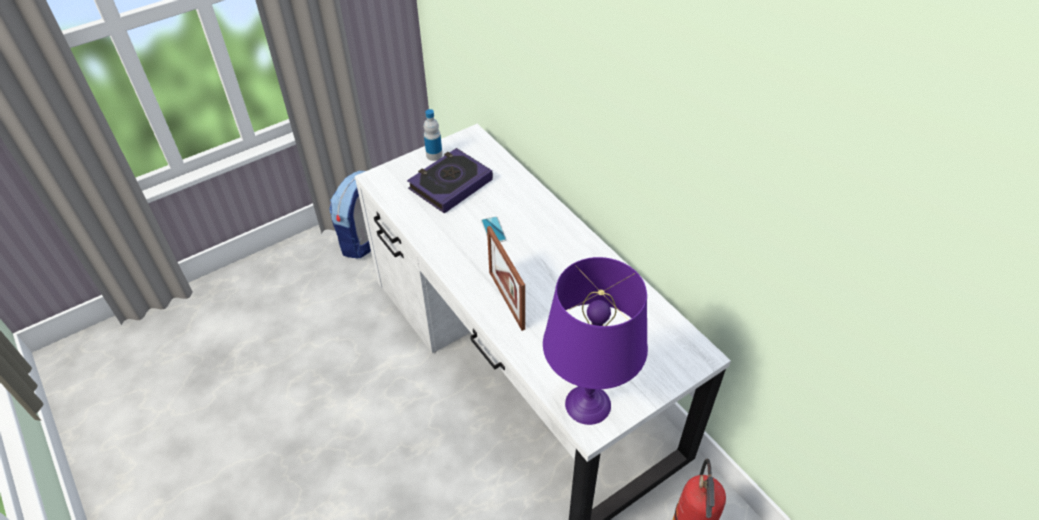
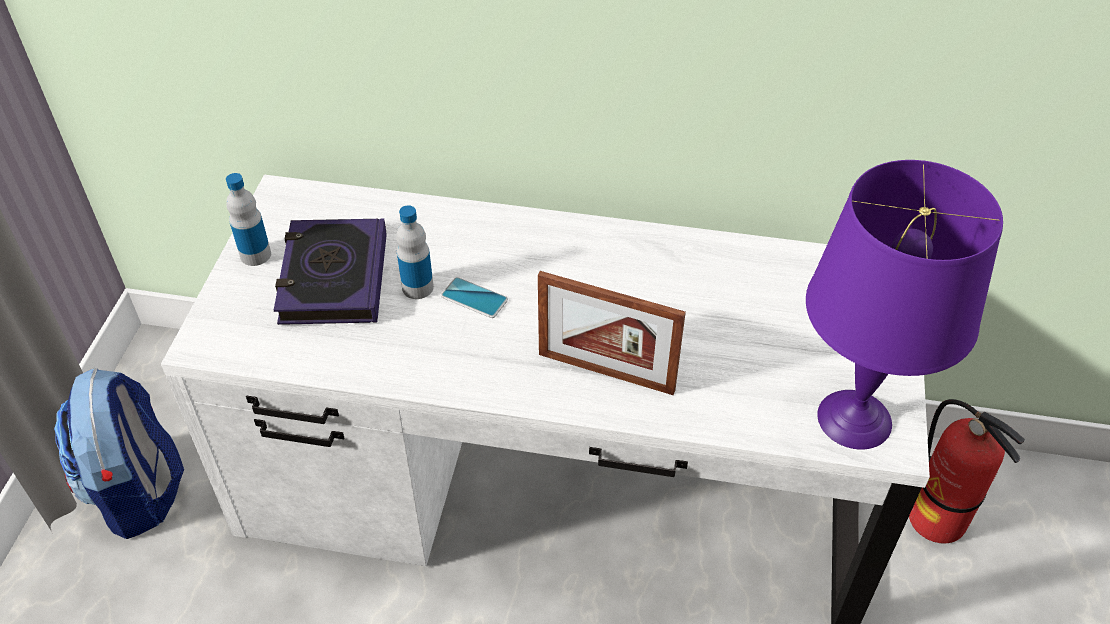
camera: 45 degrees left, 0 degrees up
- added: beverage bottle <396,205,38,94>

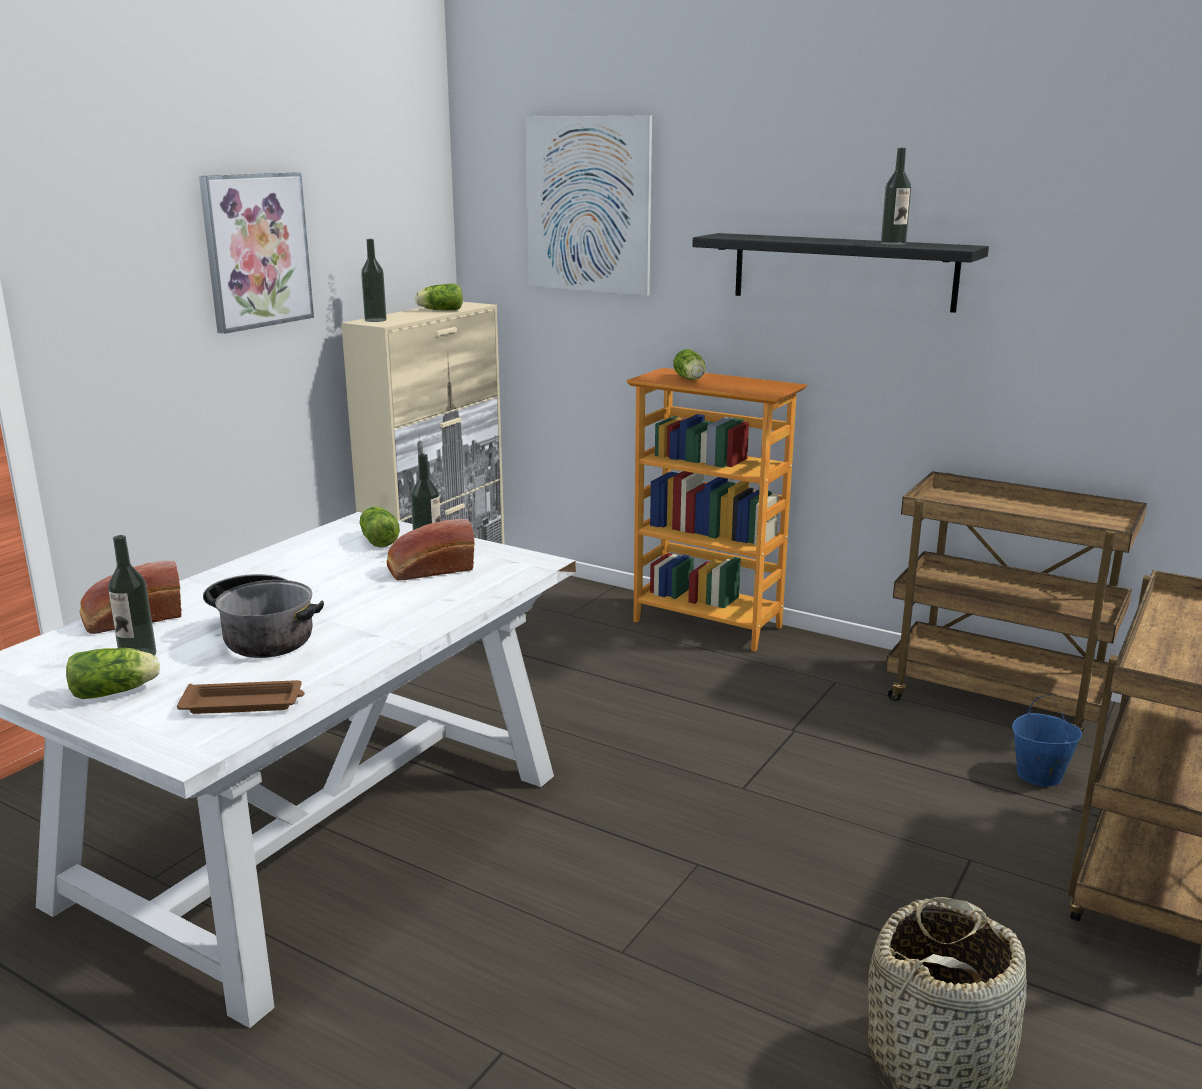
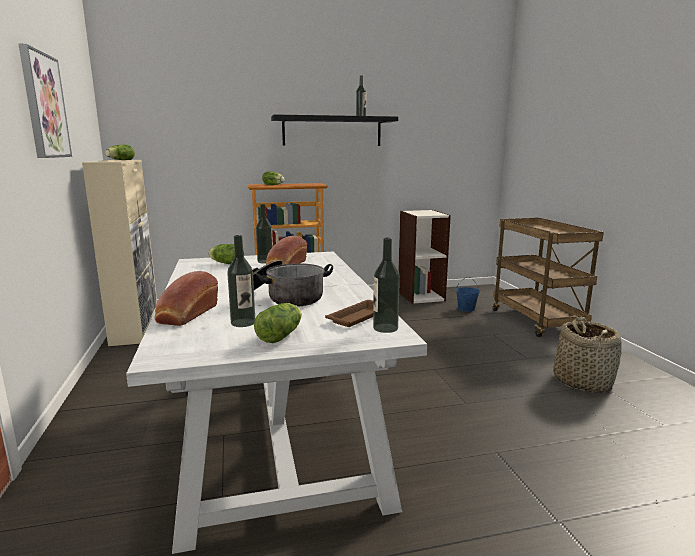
camera: 45 degrees left, 5 degrees down
- moved: beverage bottle <361,239,26,83> to <373,238,27,95>
- replaced: wheeled cart in brownish <886,471,261,262> to bookcase <398,210,53,94>
- removed: wall art <525,115,127,181>

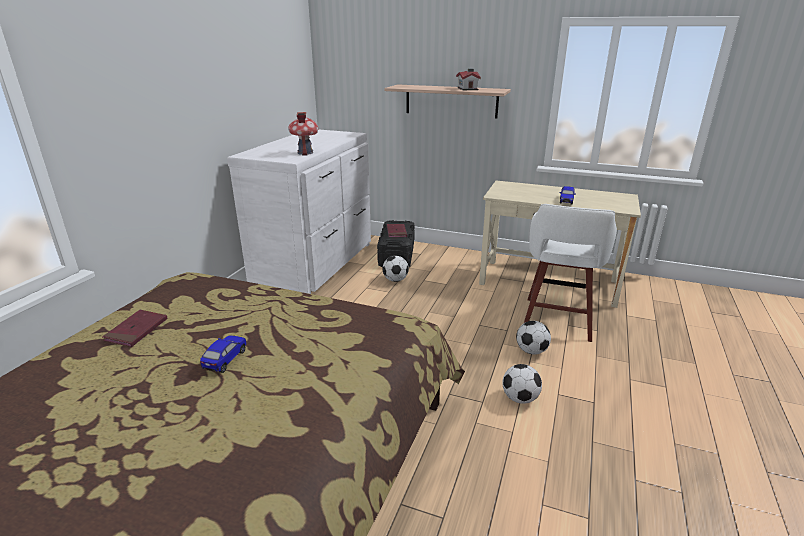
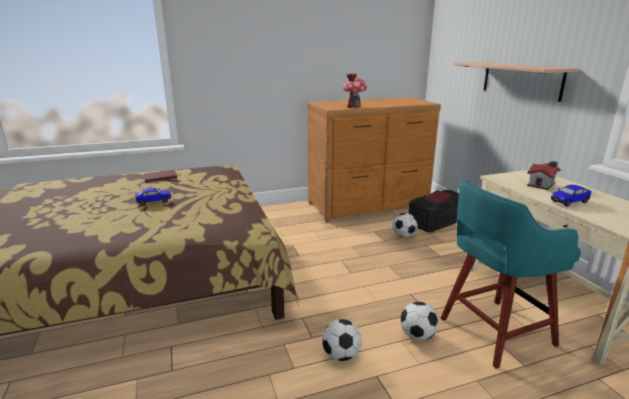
camera: 50 degrees right, 5 degrees down
- recoloured: chest of drawers in whitish <227,129,144,165> to chest of drawers in brownish <307,97,134,125>
- recoloured: stool seat in whitish <524,204,93,138> to stool seat in blue-green <441,180,140,189>
- moved: miniature house <456,69,25,21> to <527,161,34,29>

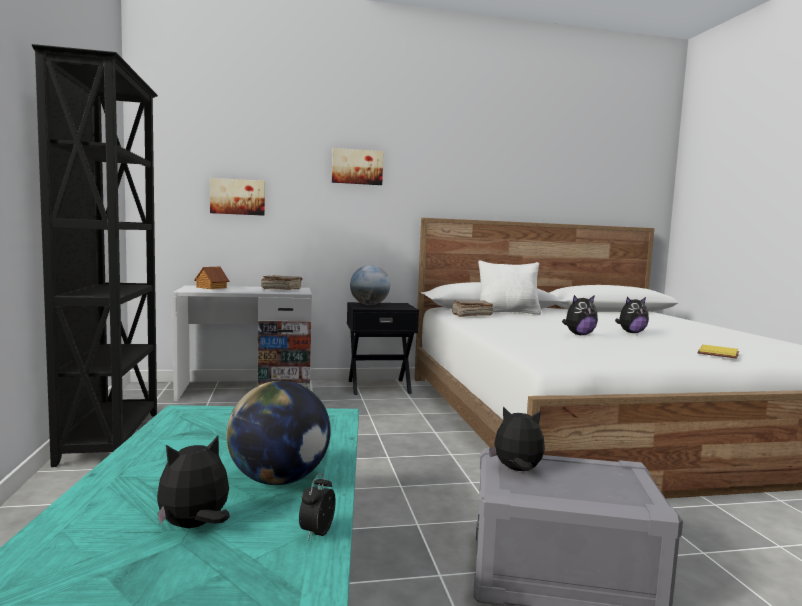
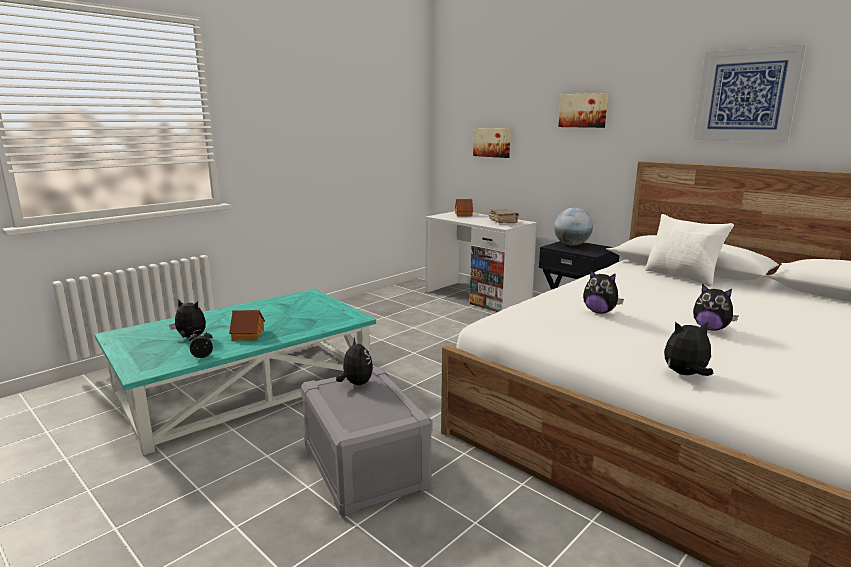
camera: 55 degrees right, 10 degrees up
- replaced: world globe <226,381,105,104> to miniature house <229,310,36,31>
- replaced: book in yellow-coloured <698,345,41,14> to plush toy <664,321,49,55>
- added: wall art <693,45,114,97>
- removed: bookcase in black <32,44,126,423>
- removed: book in brownish <452,300,42,17>

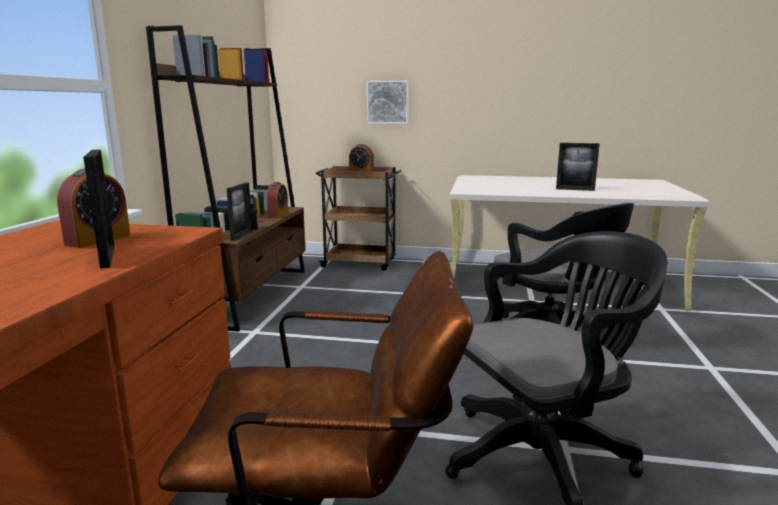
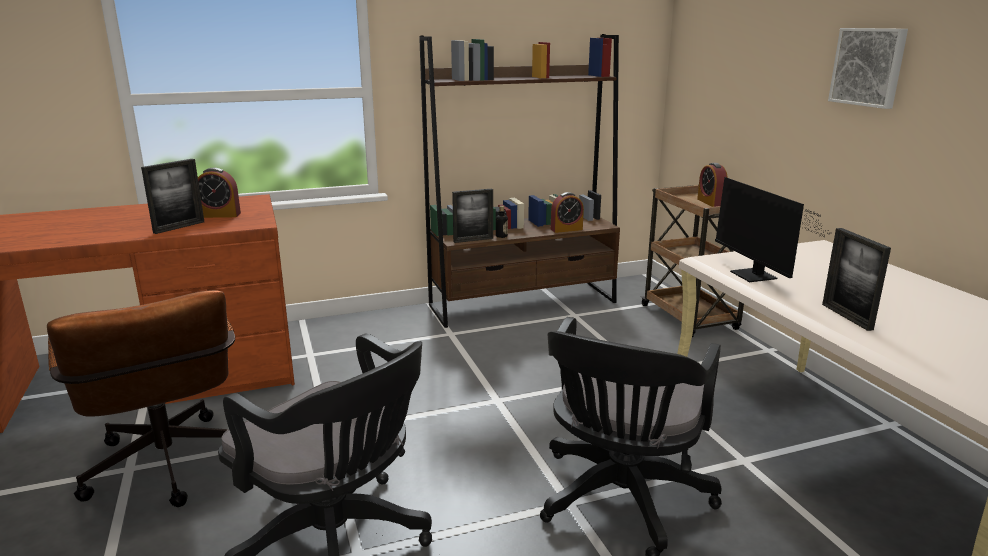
camera: 60 degrees right, 5 degrees up
- added: monitor <715,177,117,105>
- moved: wall art <367,81,42,43> to <828,28,80,81>

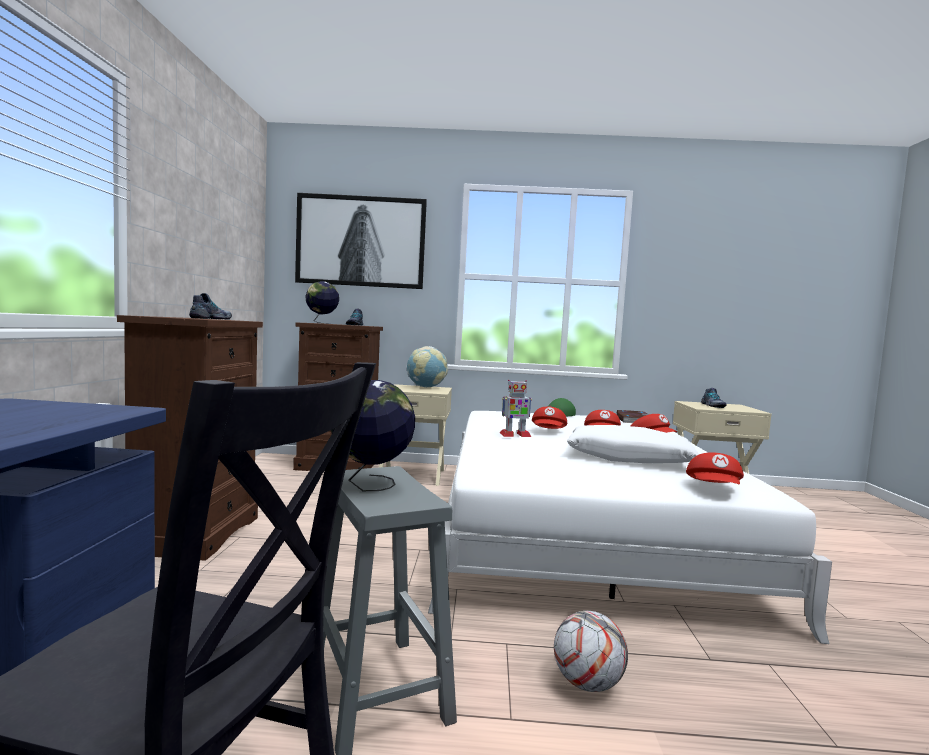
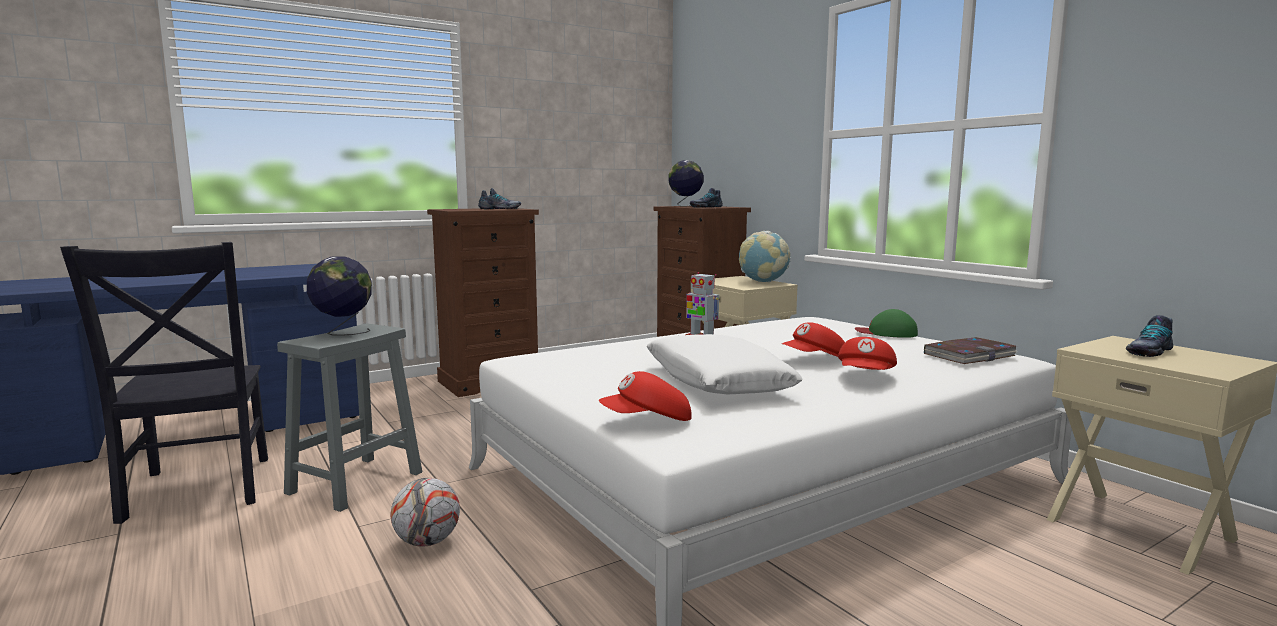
camera: 55 degrees right, 5 degrees up
- removed: wall art <295,193,132,96>
- removed: peaked cap in red-coloured <532,407,35,22>

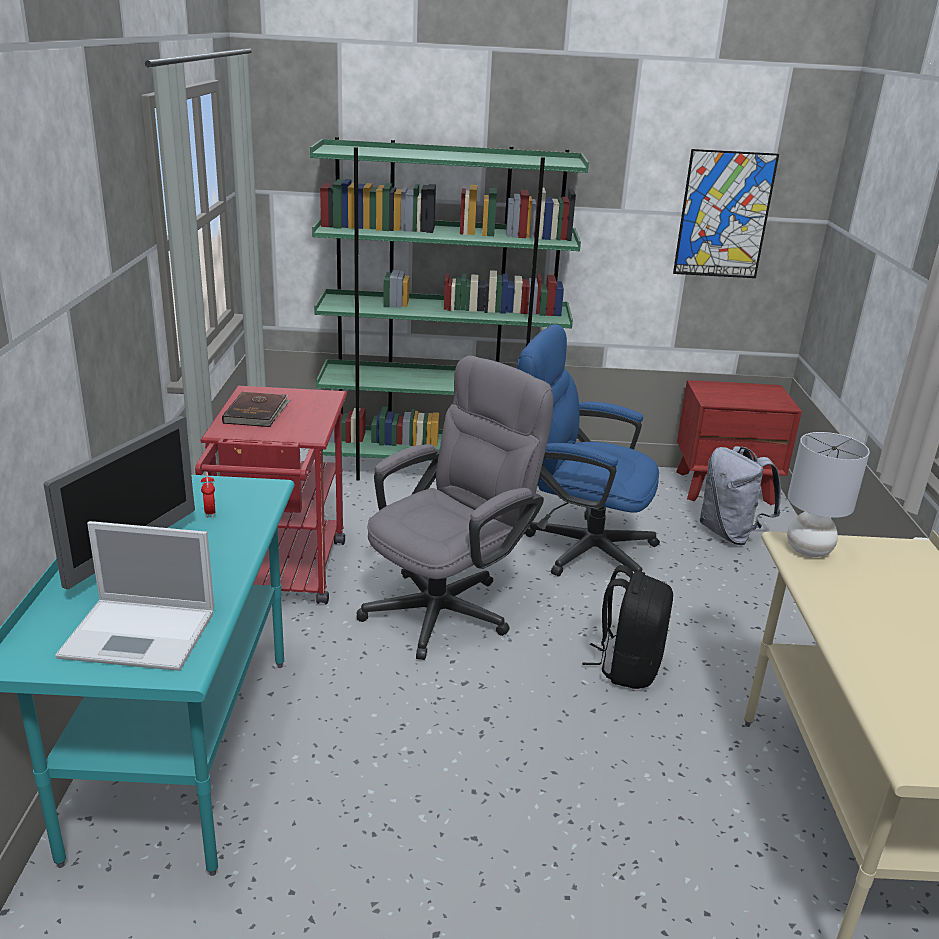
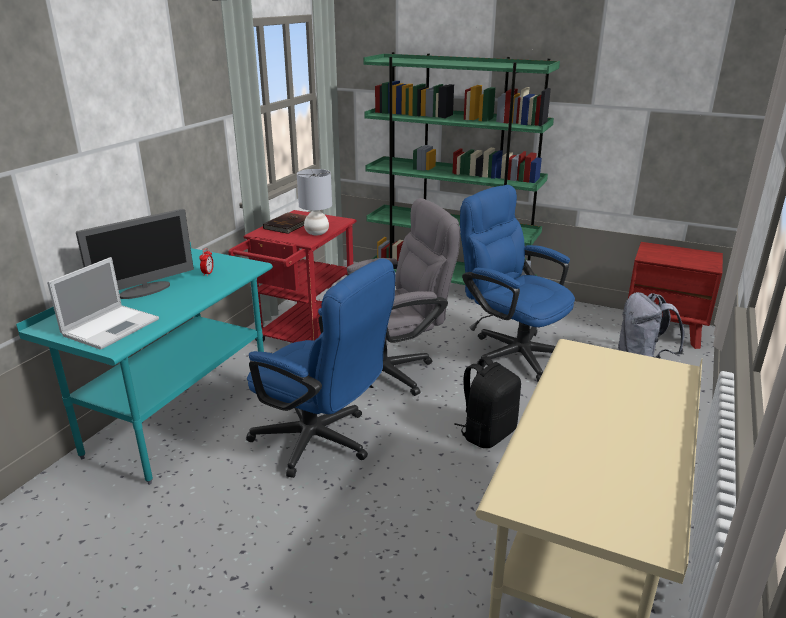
camera: 25 degrees right, 0 degrees up
- turned: notebook computer <55,521,159,150> = <47,257,112,93> 90 degrees counterclockwise
- added: office chair in blue <246,258,149,220>
- moved: table lamp in greyish <787,432,83,125> to <297,169,35,66>
- removed: wall art <673,149,106,129>

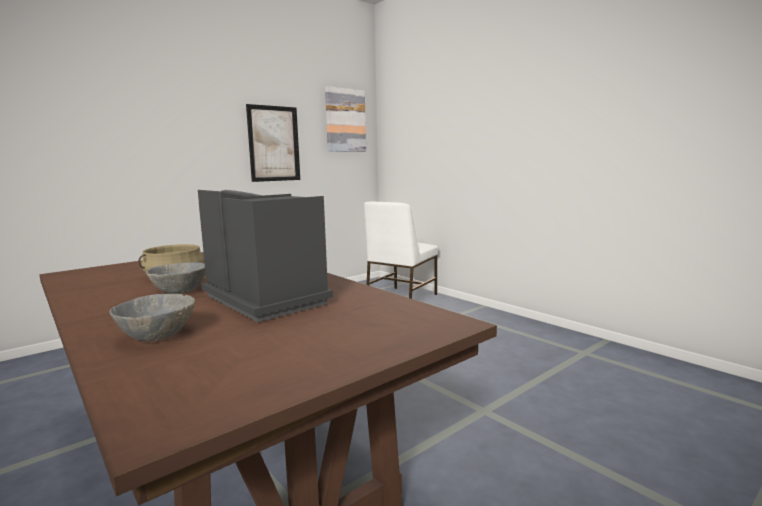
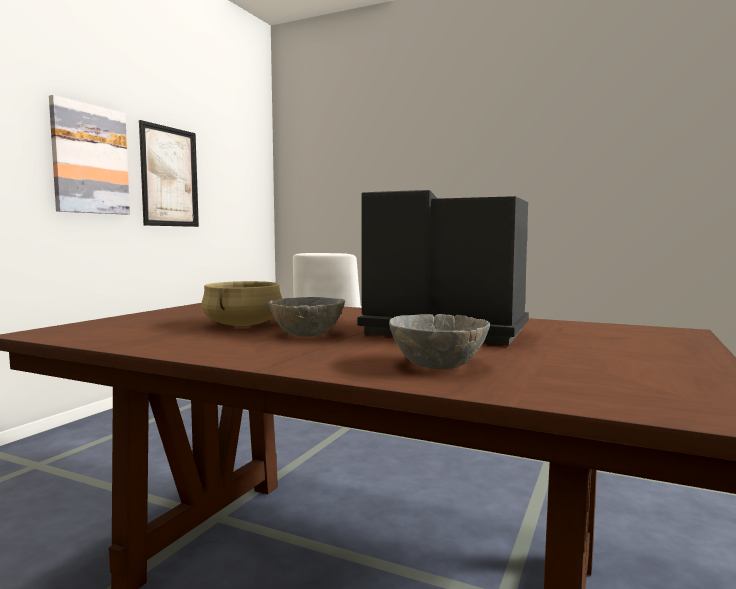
camera: 25 degrees left, 5 degrees down
- moved: wall art <325,86,41,66> to <49,95,81,120>

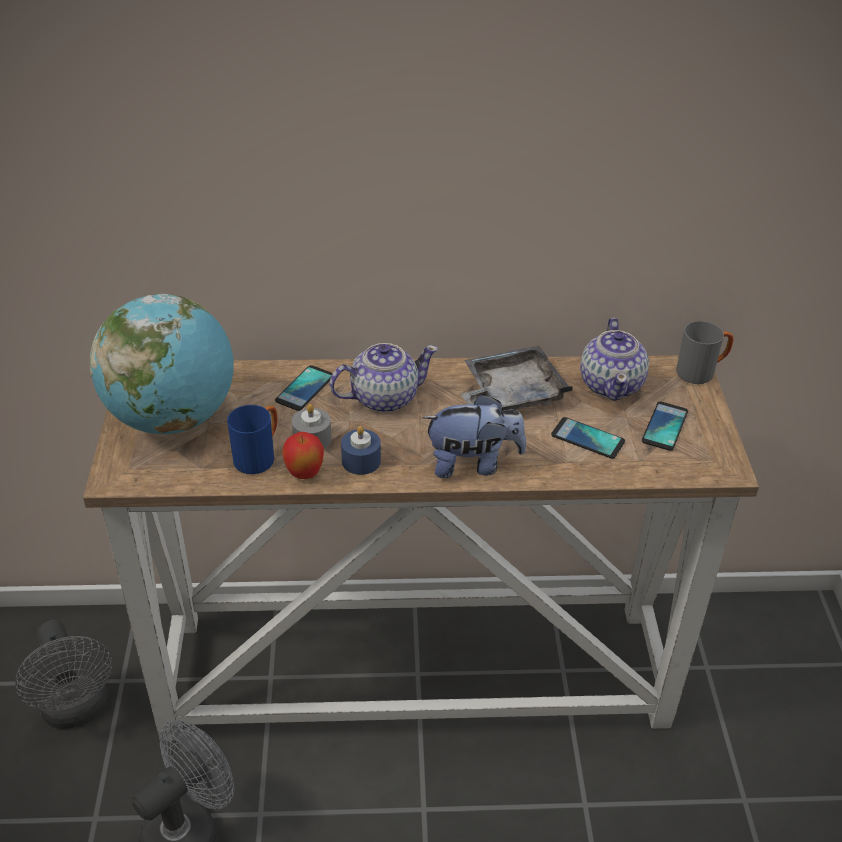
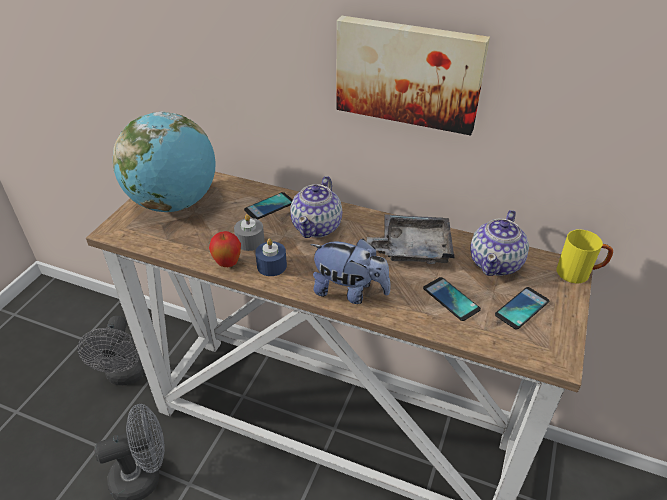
camera: 25 degrees right, 0 degrees up
- turned: teapot <329,343,109,70> = <290,176,52,62> 105 degrees clockwise
- added: wall art <336,16,154,120>
- recoloured: mug in greyish <676,321,58,63> to mug in yellow-coloured <557,229,56,54>
- removed: mug in blue <227,405,51,69>

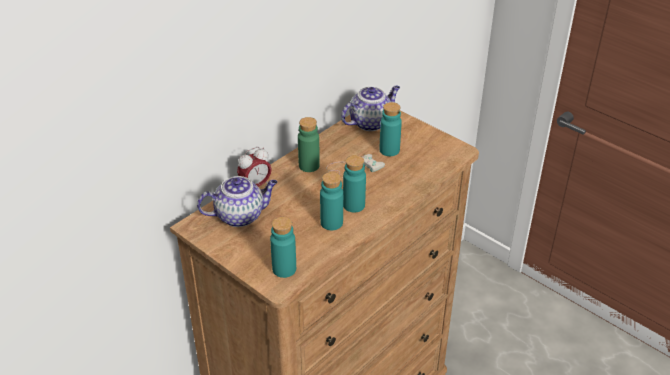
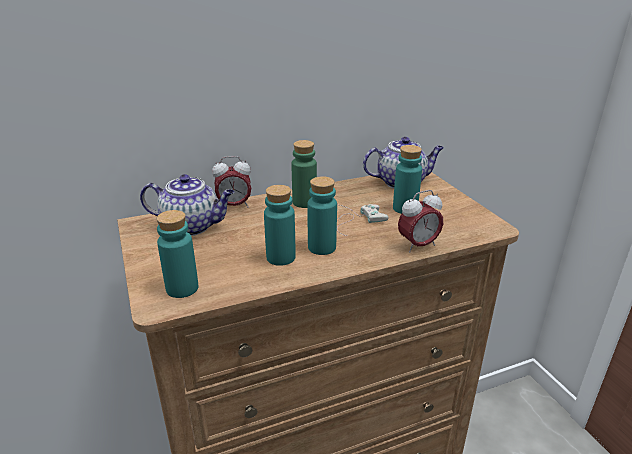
camera: 25 degrees right, 10 degrees down
- added: table clock <398,190,45,63>

